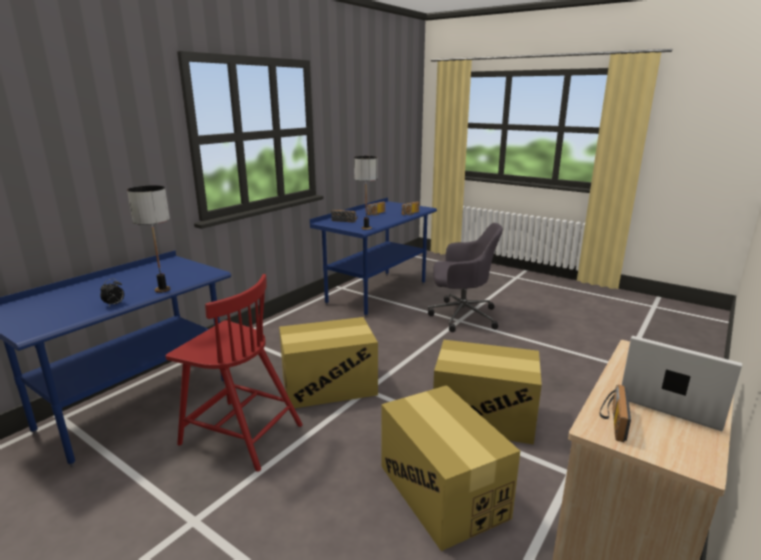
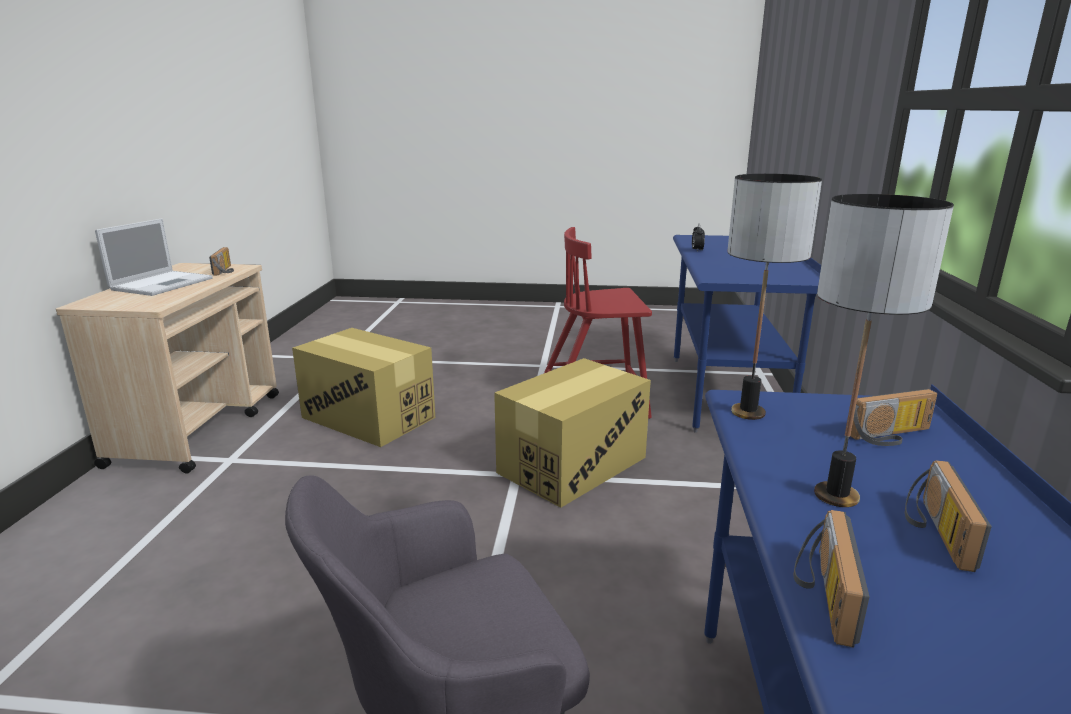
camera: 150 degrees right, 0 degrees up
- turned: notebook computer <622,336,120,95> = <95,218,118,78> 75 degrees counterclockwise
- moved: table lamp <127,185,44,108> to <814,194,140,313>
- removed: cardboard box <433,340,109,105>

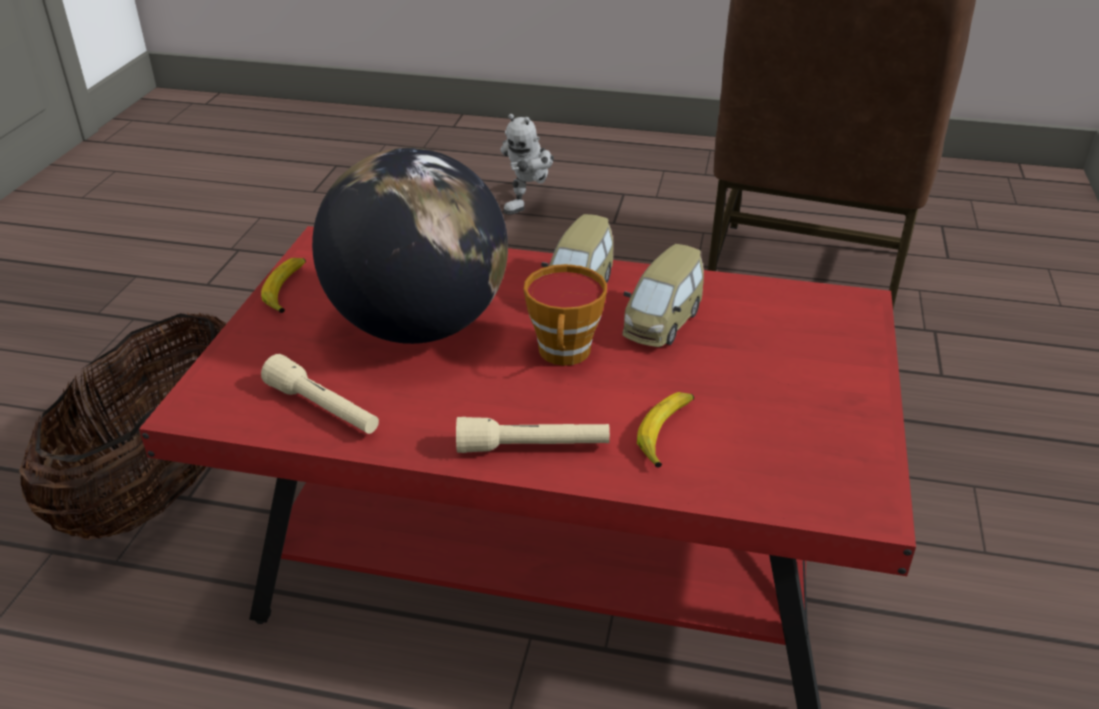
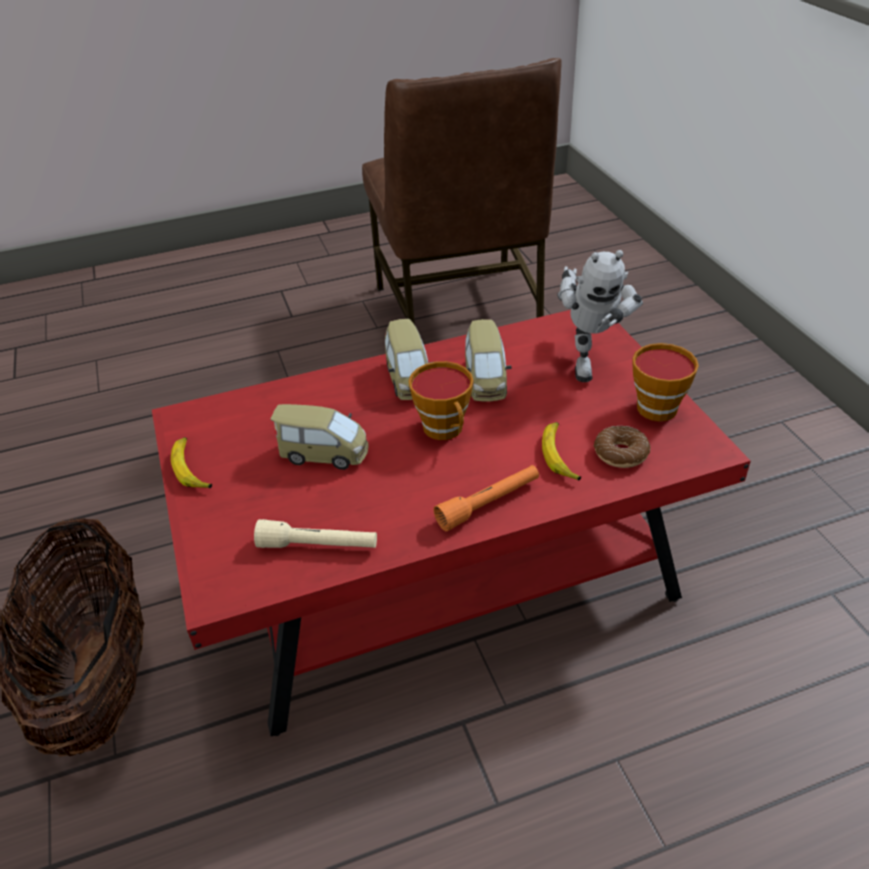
camera: 30 degrees left, 5 degrees up
- replaced: world globe <312,148,196,196> to miniature car <271,404,97,66>
- recoloured: flashlight in sand-coloured <456,417,154,36> to flashlight in orange <433,465,106,66>
- moved: model robot <501,114,53,101> to <557,250,86,132>
- added: doughnut <594,426,57,42>
- added: drinking cup <632,343,67,78>

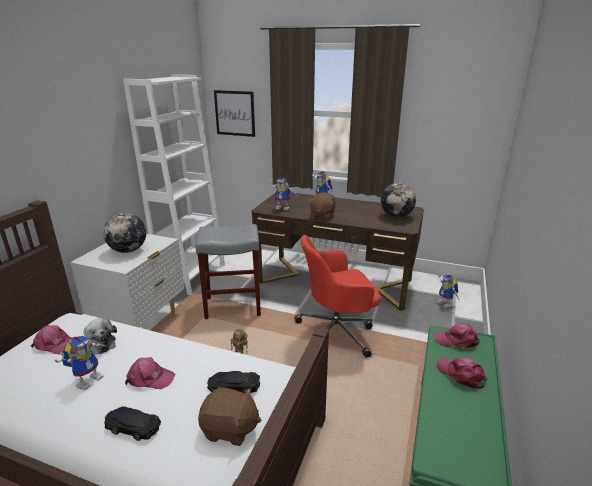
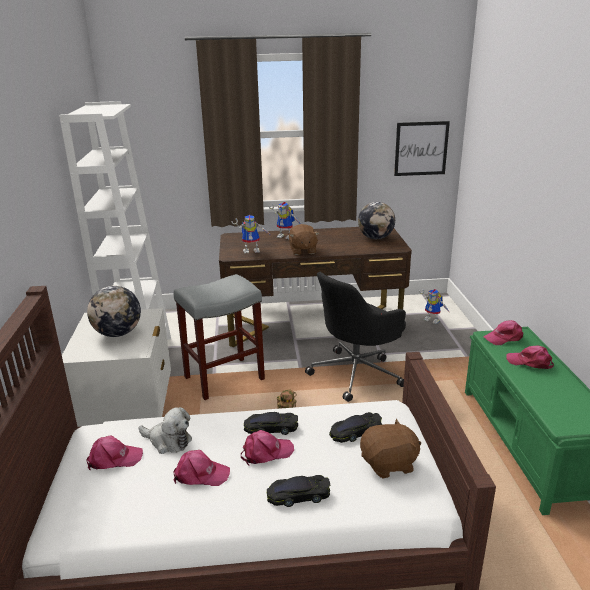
camera: 25 degrees left, 0 degrees up
- replaced: model robot <54,335,55,55> to peaked cap in pink-coloured <174,450,56,36>
- added: miniature car in black <244,412,54,23>
- recoloured: office chair in red-coloured <294,235,87,122> to office chair in black <305,272,101,130>
- moved: wall art <214,90,41,47> to <394,121,56,55>

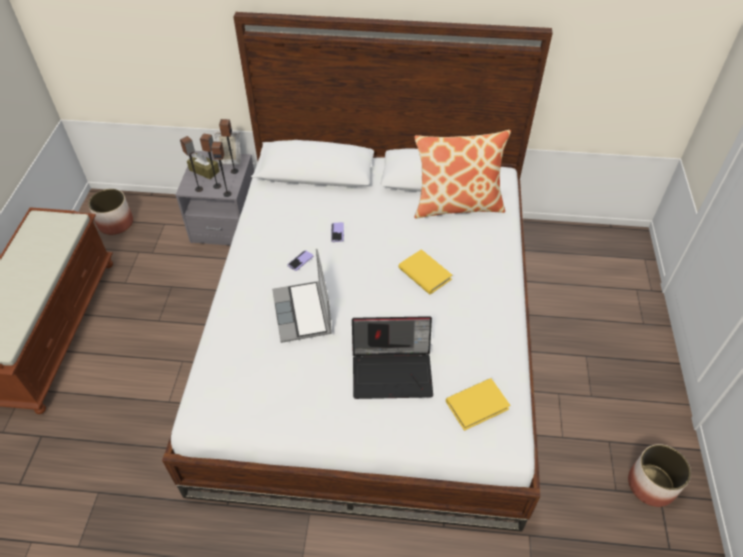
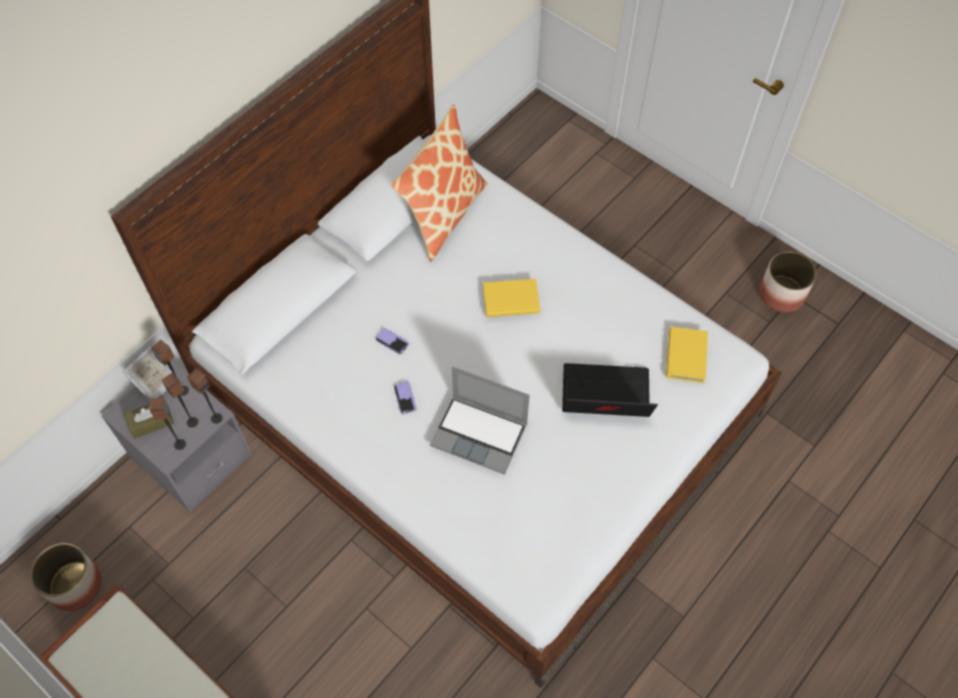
camera: 55 degrees left, 10 degrees up
- turned: notebook computer <352,316,81,83> = <562,363,96,54> 120 degrees counterclockwise

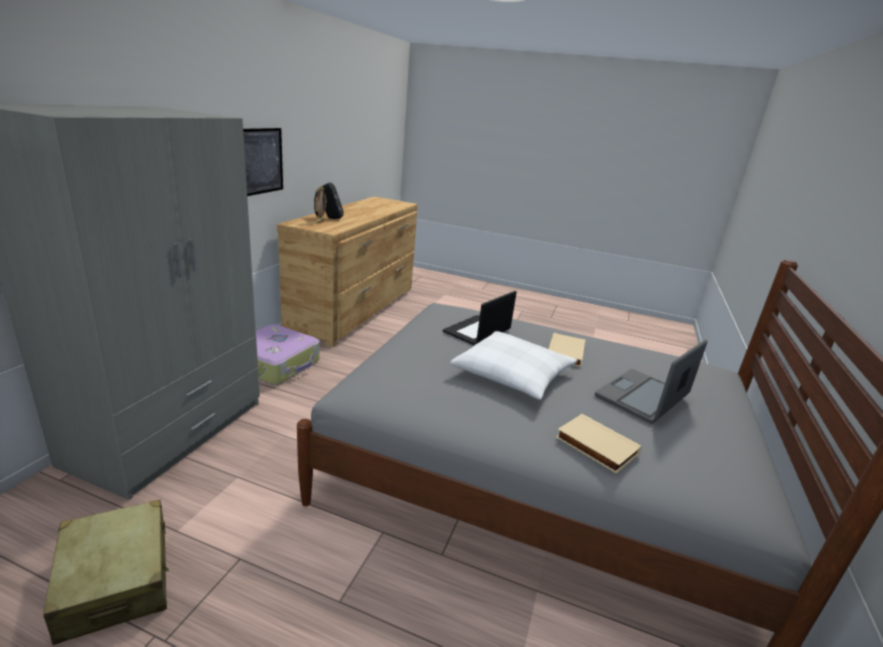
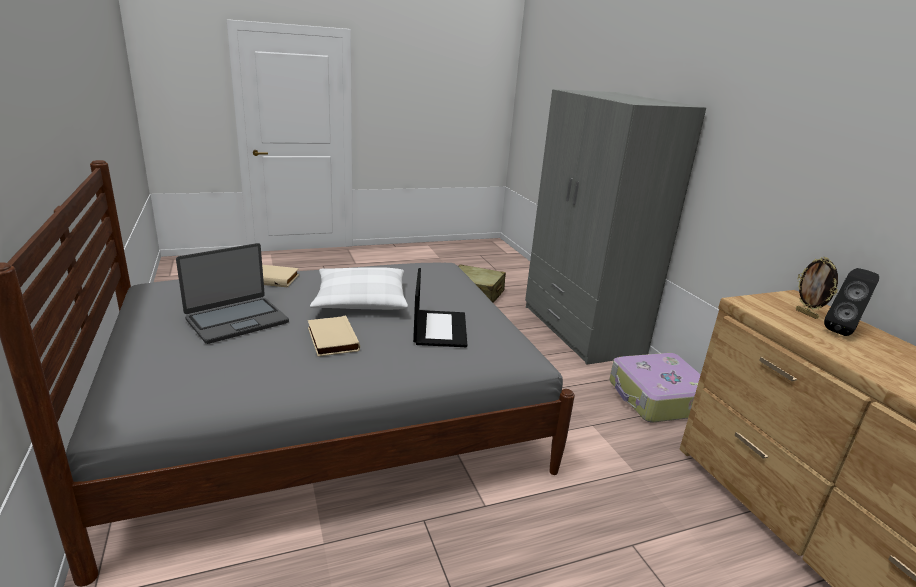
camera: 140 degrees right, 0 degrees up
- turned: notebook computer <595,339,112,85> = <176,243,113,101> 45 degrees clockwise
- removed: wall art <243,128,40,68>

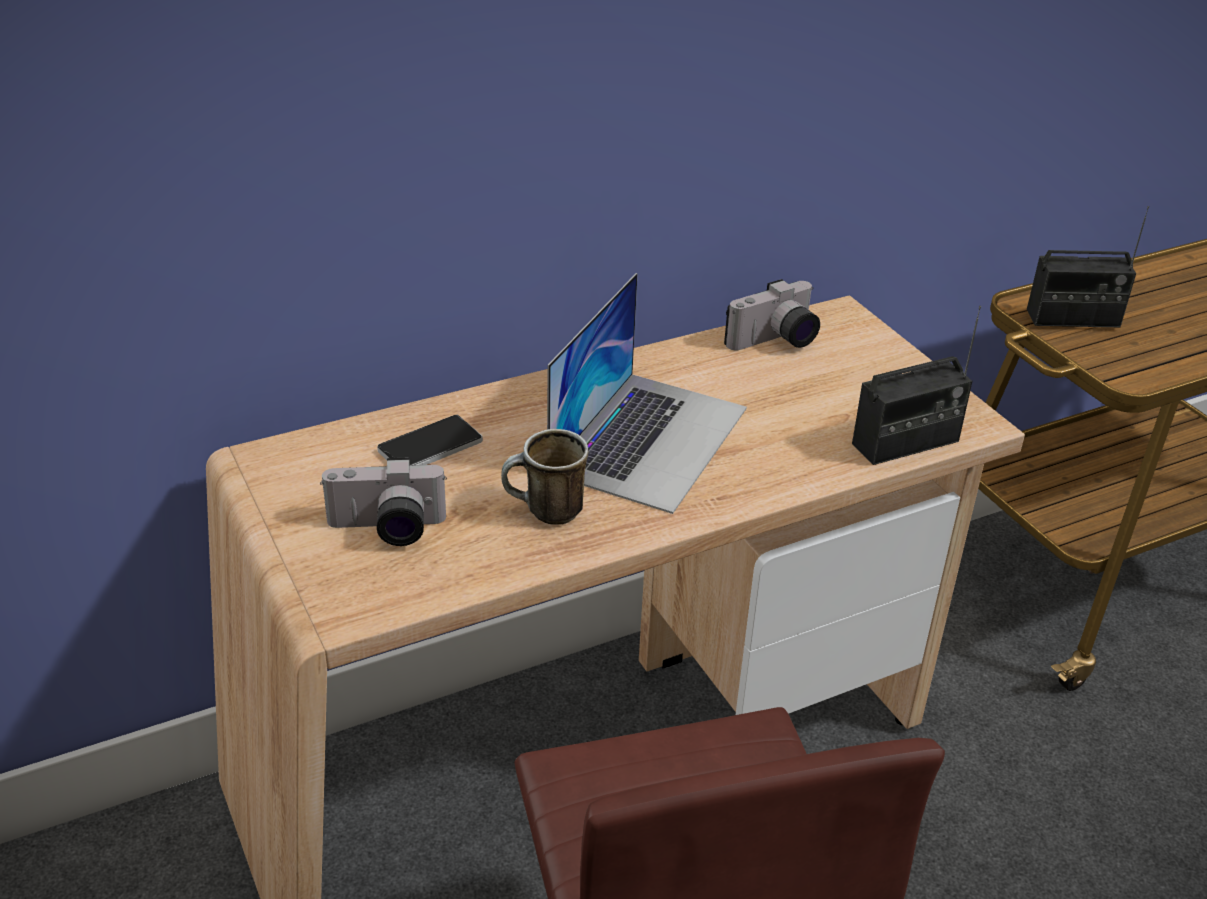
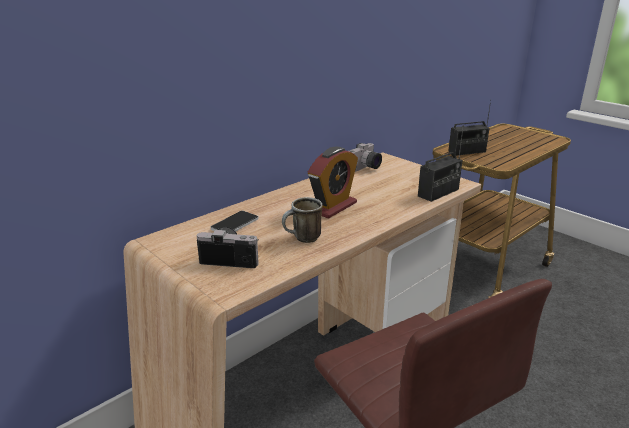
camera: 15 degrees left, 10 degrees down
- turned: still camera <320,457,127,89> = <197,227,62,41> 150 degrees counterclockwise
- replaced: notebook computer <547,273,200,241> to table clock <308,147,50,72>

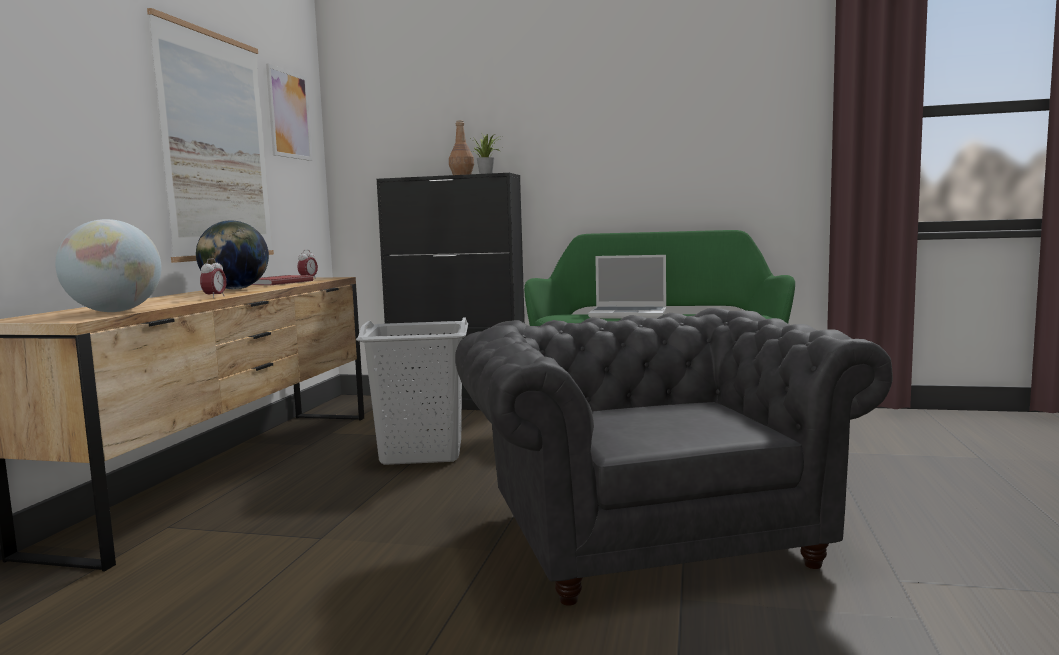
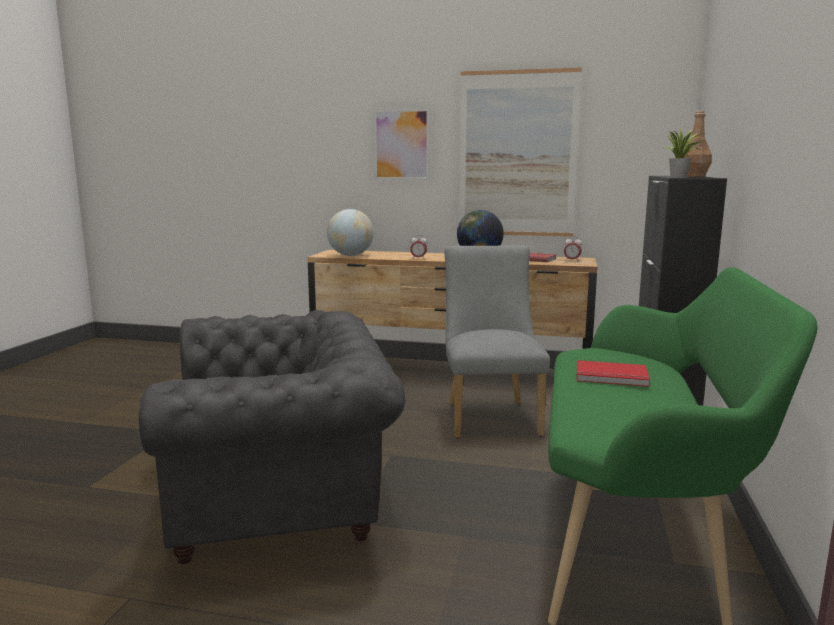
camera: 90 degrees right, 5 degrees up
- moved: wall art <266,64,46,97> to <373,108,57,72>
- replaced: hamper in greyish <356,317,112,148> to upright chair in greyish <444,245,106,193>
- replaced: notebook computer <588,255,78,63> to book in red-coloured <576,360,74,27>

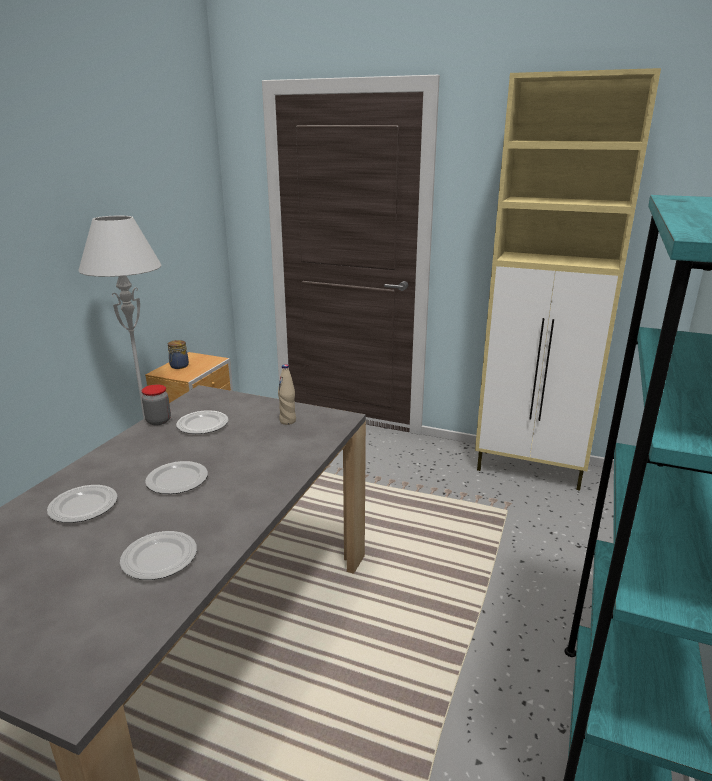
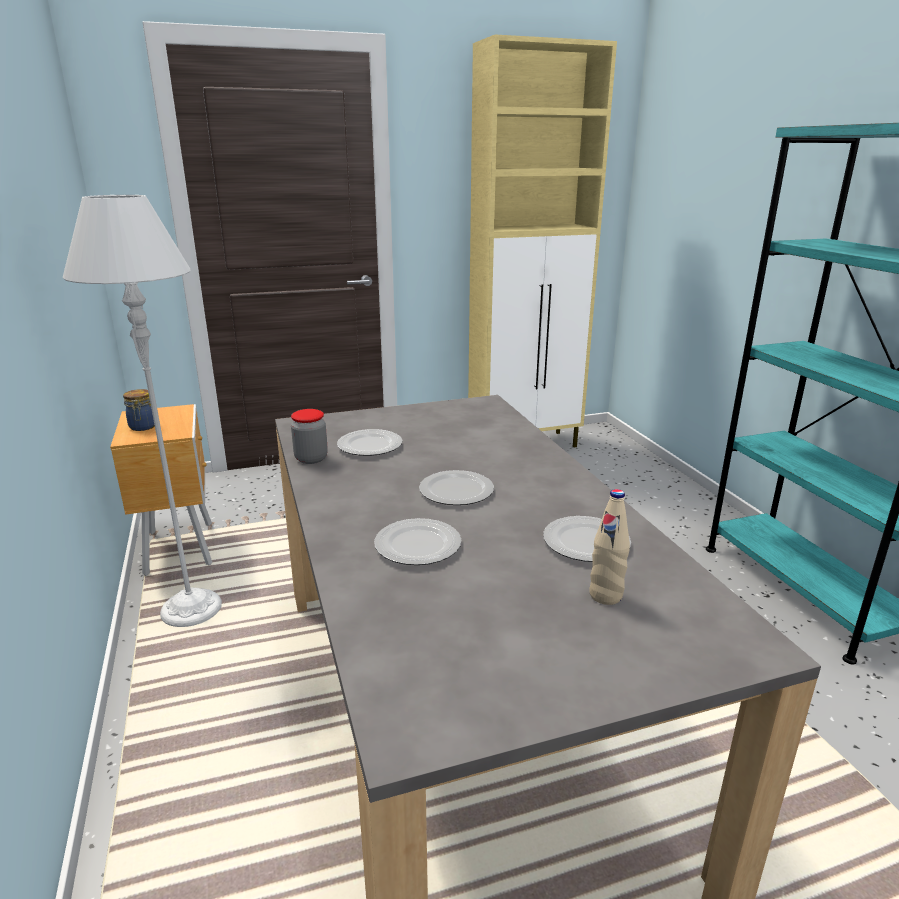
camera: 40 degrees left, 0 degrees up
- moved: beverage bottle in sand-coloured <278,364,18,61> to <589,489,41,116>

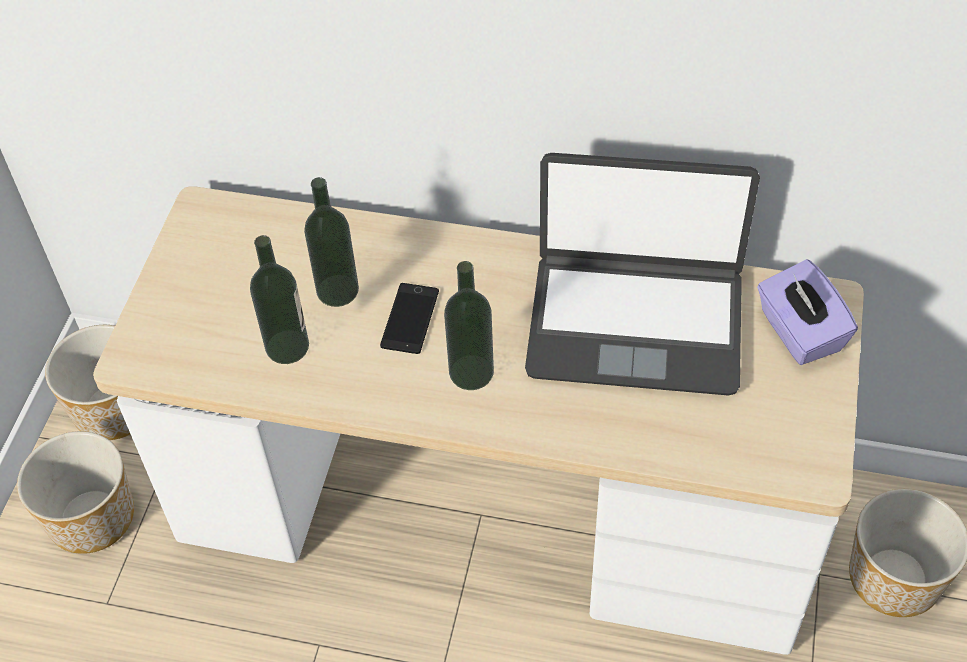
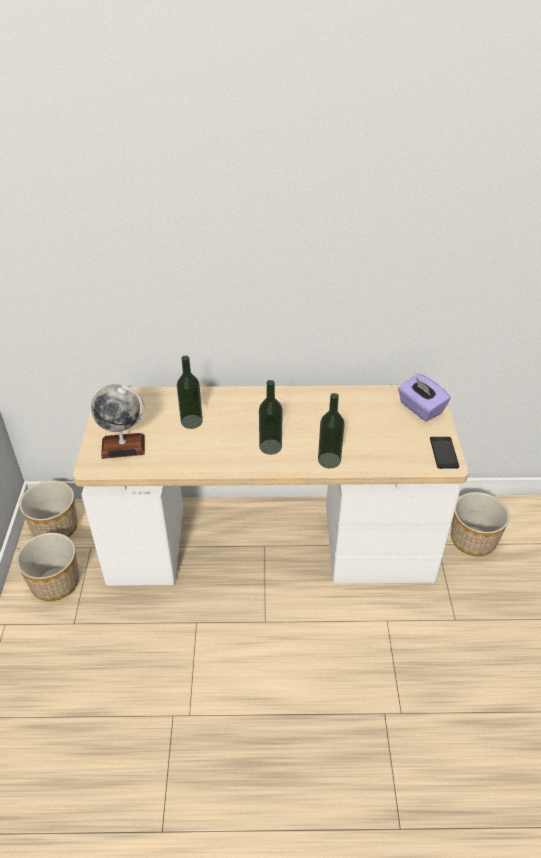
camera: 15 degrees left, 10 degrees down
- added: world globe <91,384,54,75>
- moved: beverage bottle <250,235,59,129> to <318,393,27,76>
- moved: phone <380,283,59,71> to <430,437,29,32>
- removed: notebook computer <525,153,235,243>

